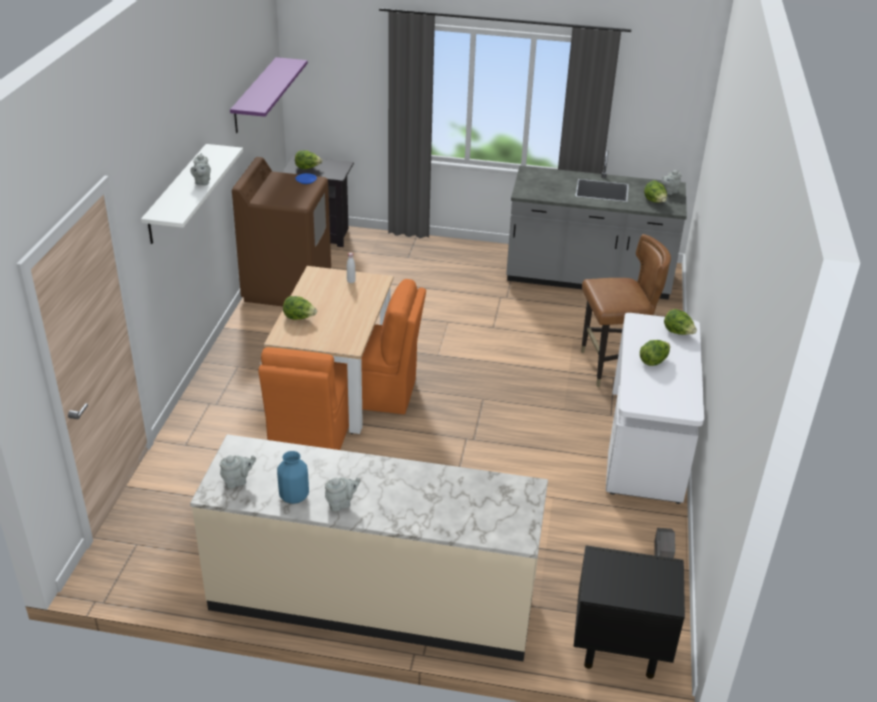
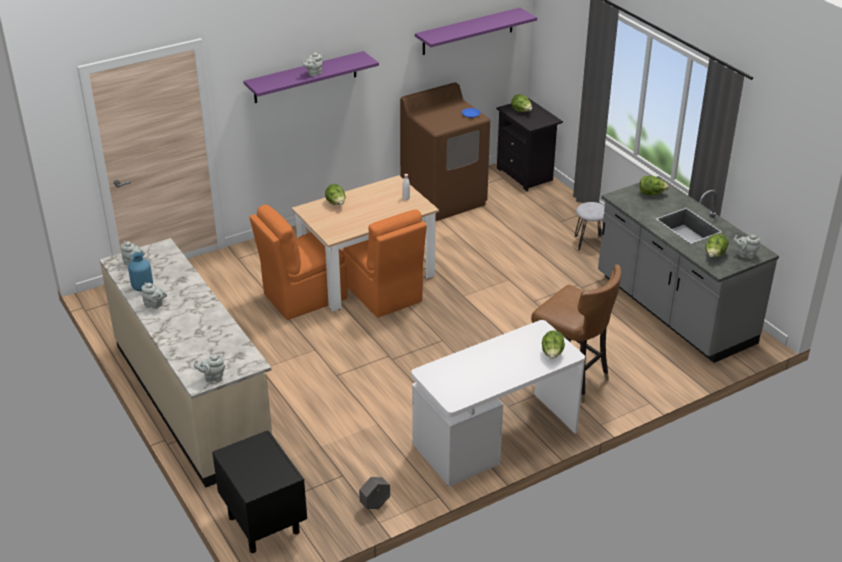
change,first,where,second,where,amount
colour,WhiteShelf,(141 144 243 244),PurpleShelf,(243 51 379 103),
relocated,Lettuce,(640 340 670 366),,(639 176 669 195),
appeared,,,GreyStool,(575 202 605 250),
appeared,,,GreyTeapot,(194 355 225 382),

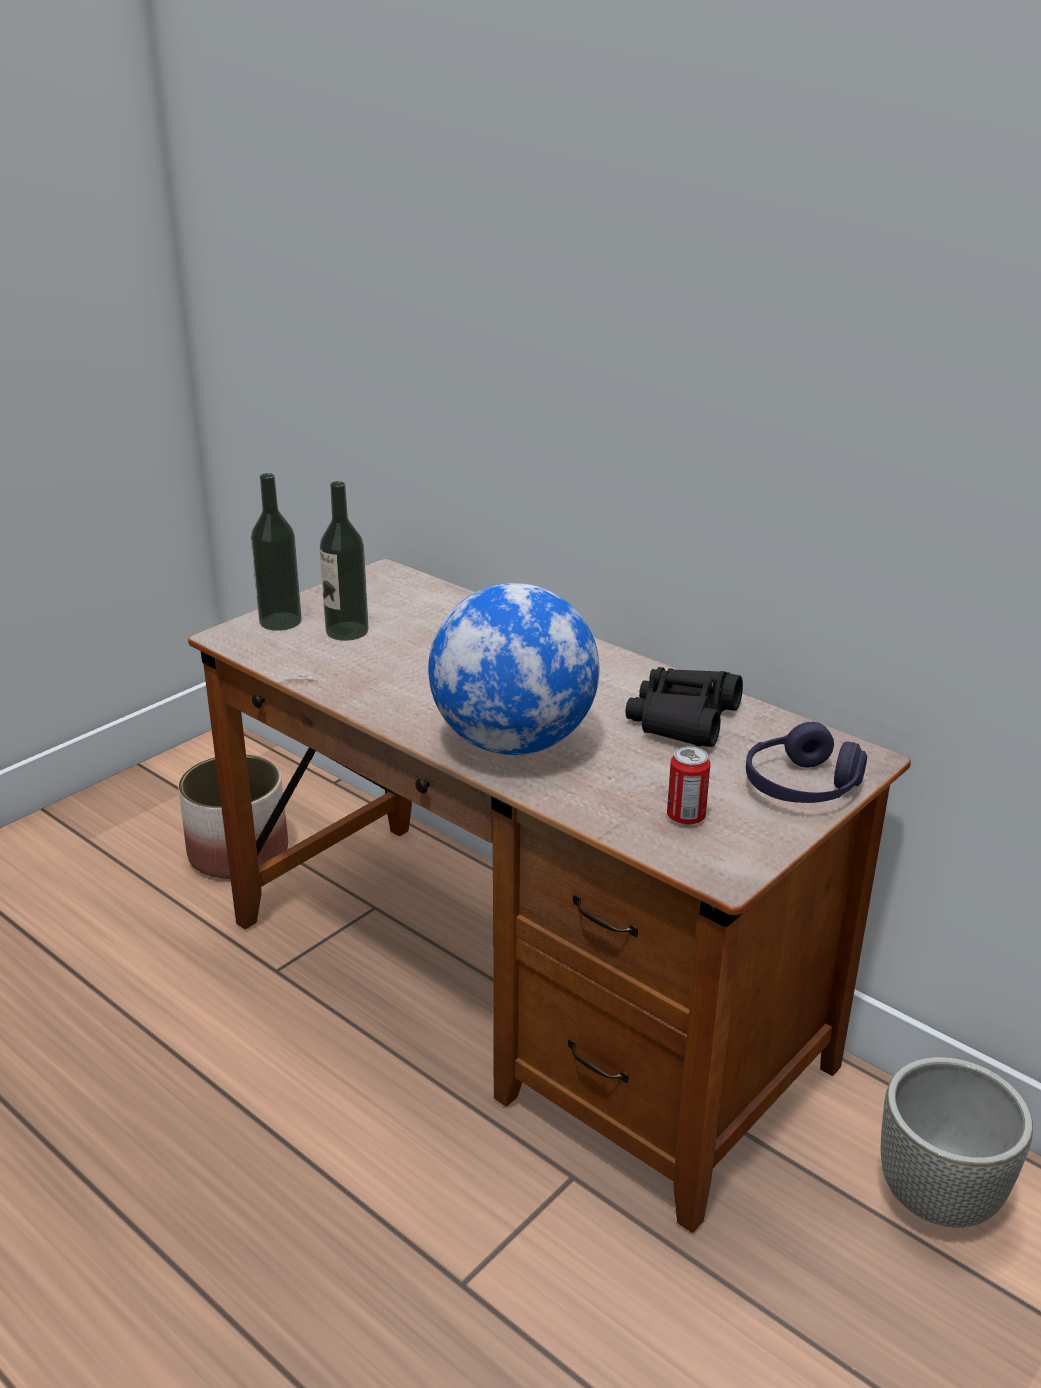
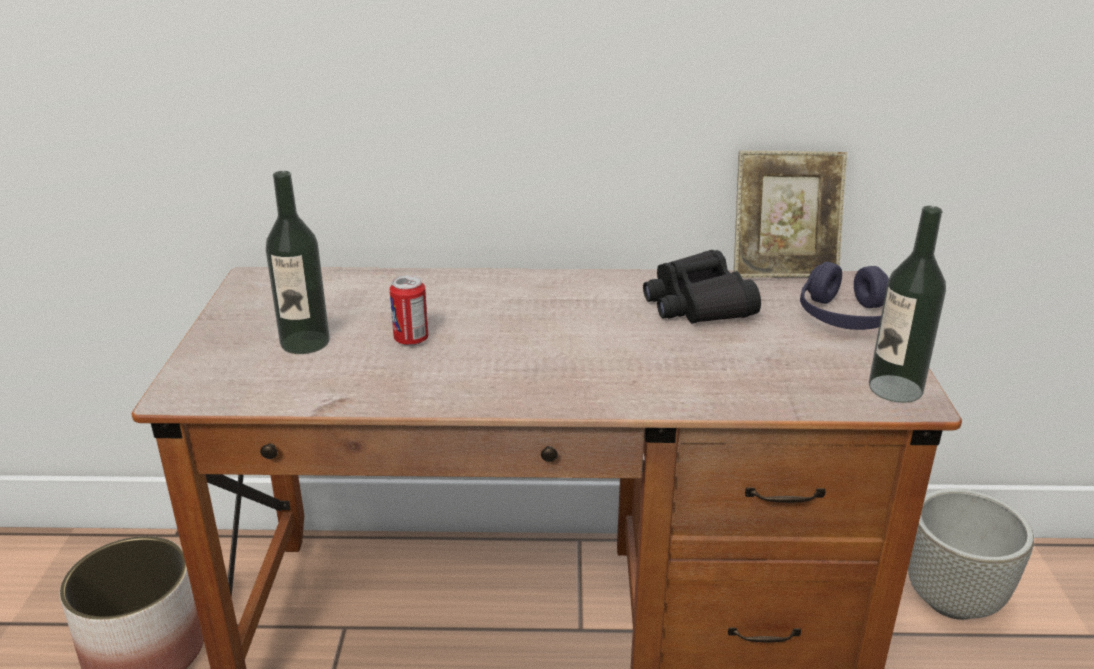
change,first,where,second,where,amount
relocated,Bottle,(251 473 302 631),,(869 206 946 403),
missing,Globe,(428 583 599 755),,,
relocated,Can,(667 746 711 825),,(390 275 428 346),
appeared,,,PictureFrame,(734 151 847 278),

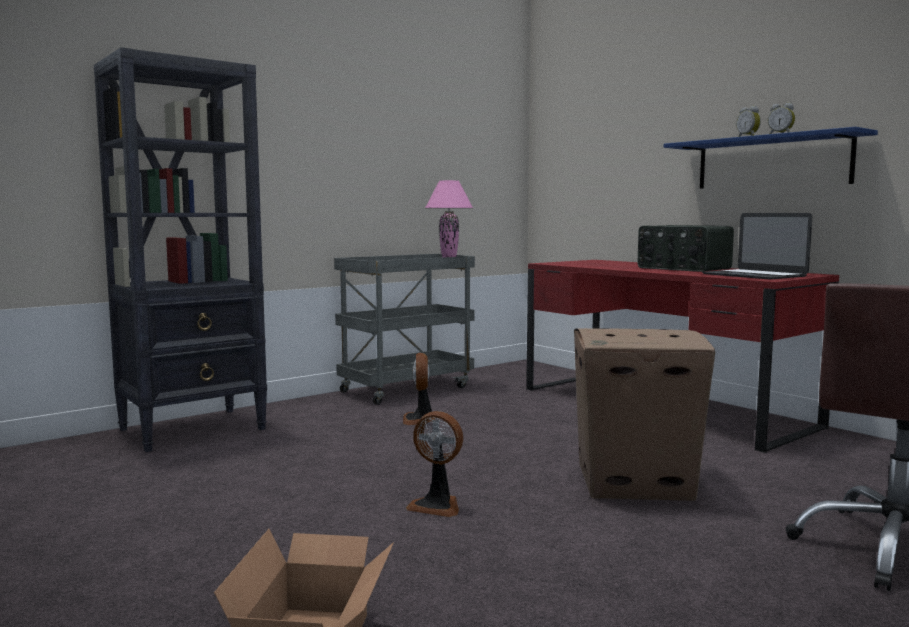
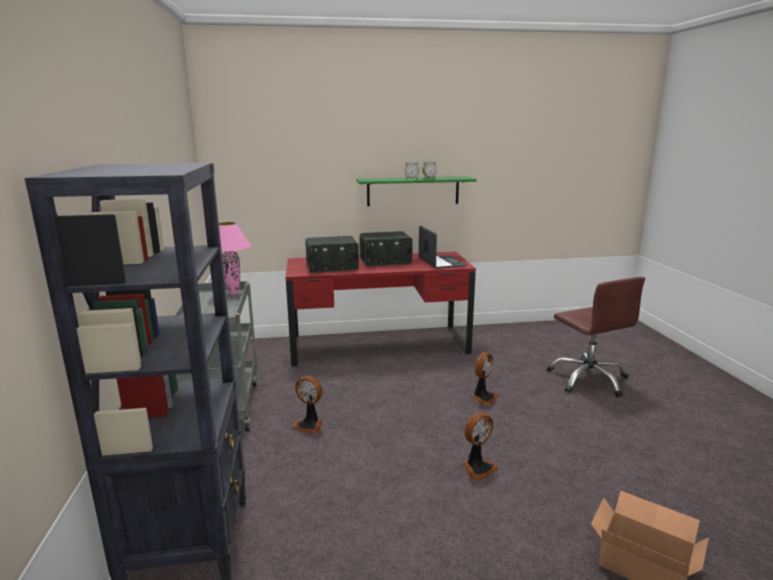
change,first,where,second,where,amount
colour,BlueShelf,(663 127 878 189),GreenShelf,(357 176 477 206),
spun,Laptop,(702 213 812 280),,(419 226 467 269),105 degrees counterclockwise
exchanged,CardboardBox,(574 328 715 501),Fan,(471 352 499 406),
appeared,,,Radio,(305 236 359 273),

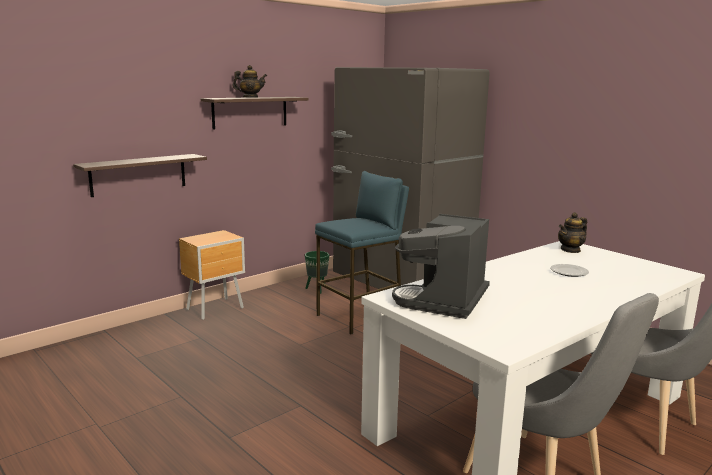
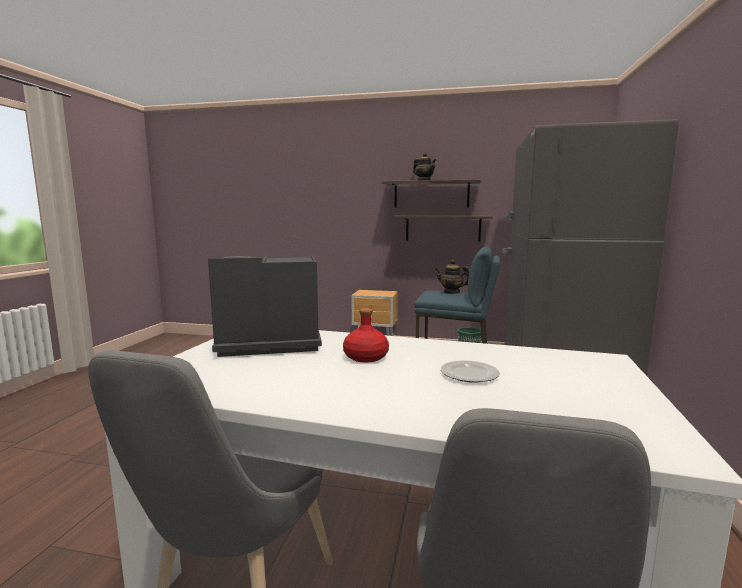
change,first,where,second,where,amount
relocated,Shelf,(73 154 207 197),,(394 216 493 242),
relocated,Teapot,(558 212 587 253),,(436 260 469 294),
appeared,,,RedBottle,(343 308 389 363),

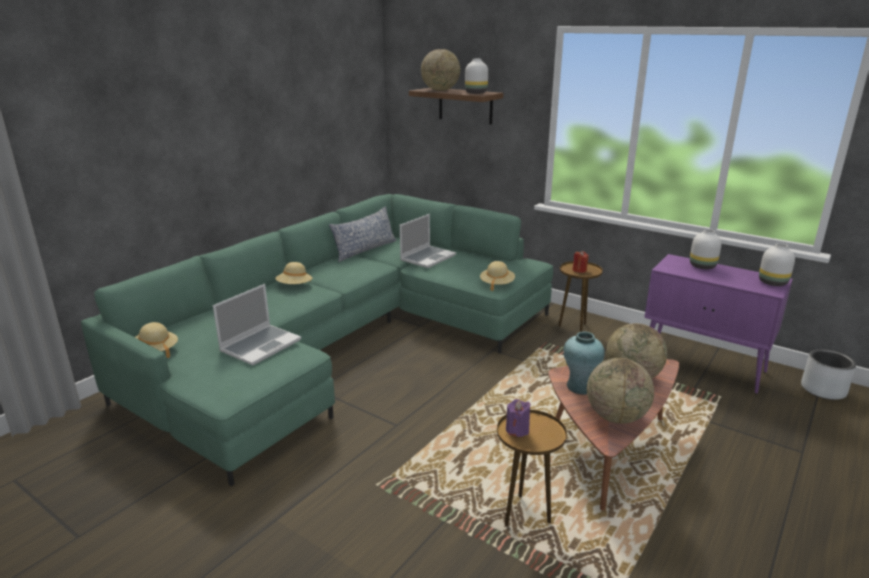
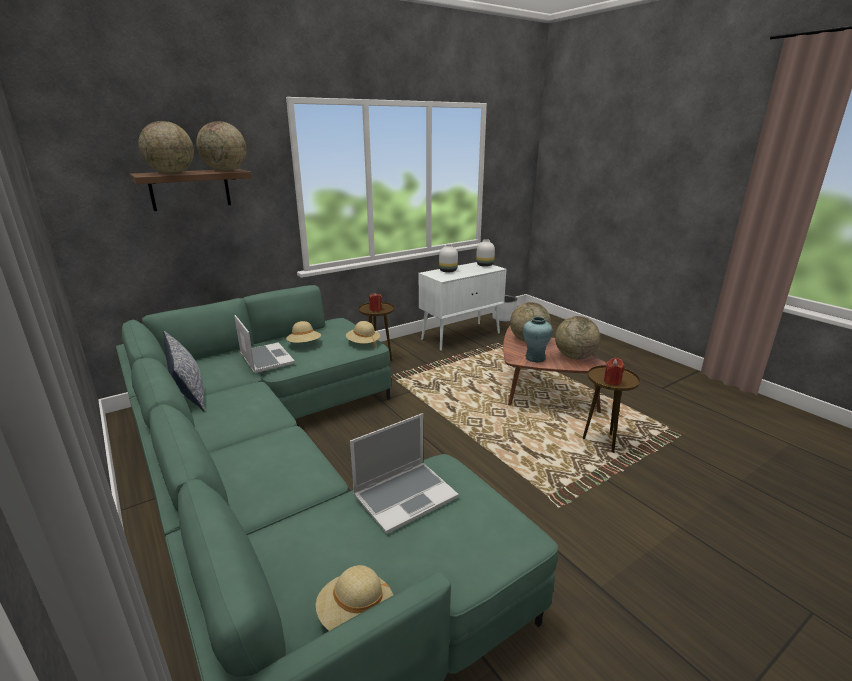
change,first,where,second,where,amount
exchanged,WhiteVase,(465 59 488 94),Globe,(196 121 247 171),
colour,PurpleCabinet,(644 254 793 394),WhiteCabinet,(419 262 507 351),
relocated,BeigeHat,(275 262 312 284),,(286 321 321 343),
spun,Laptop,(213 284 301 365),,(350 413 459 534),90 degrees clockwise
colour,PurpleCandle,(506 399 530 437),RedCandle,(604 358 625 385),

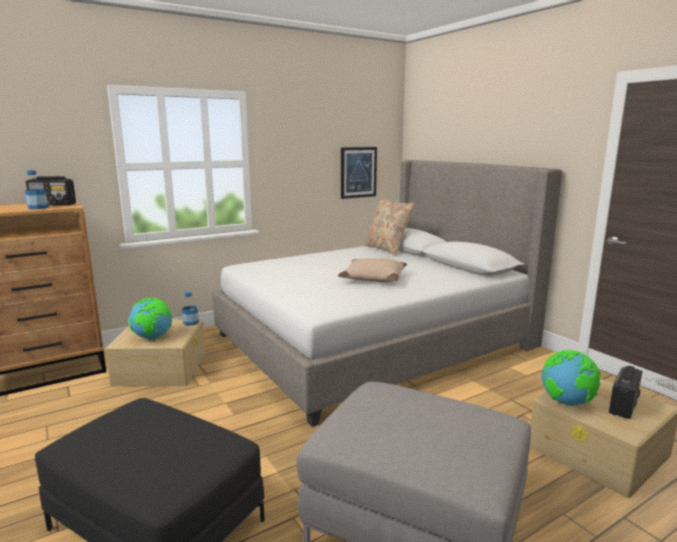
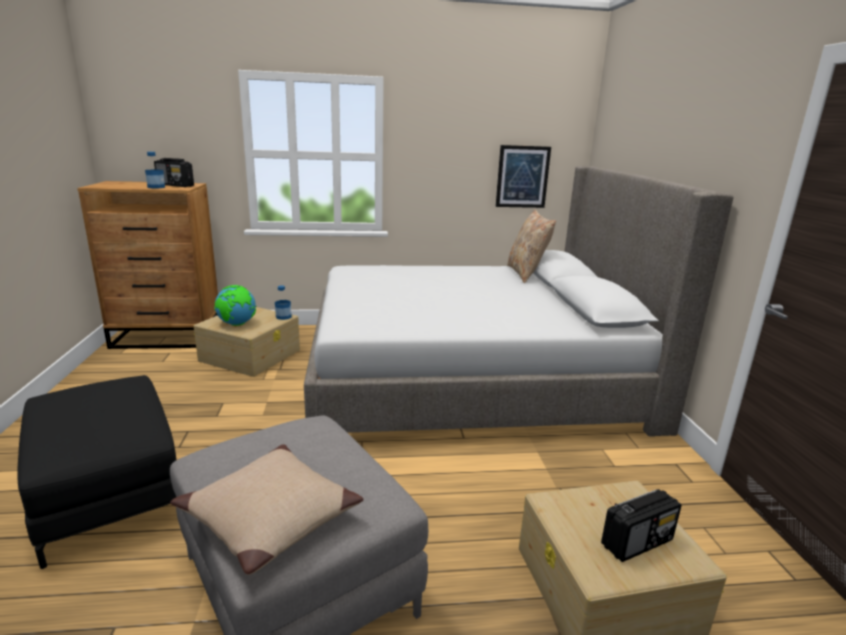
change,first,where,second,where,amount
relocated,BeigePillow,(338 258 407 282),,(170 444 363 575),
missing,Globe,(542 350 600 406),,,

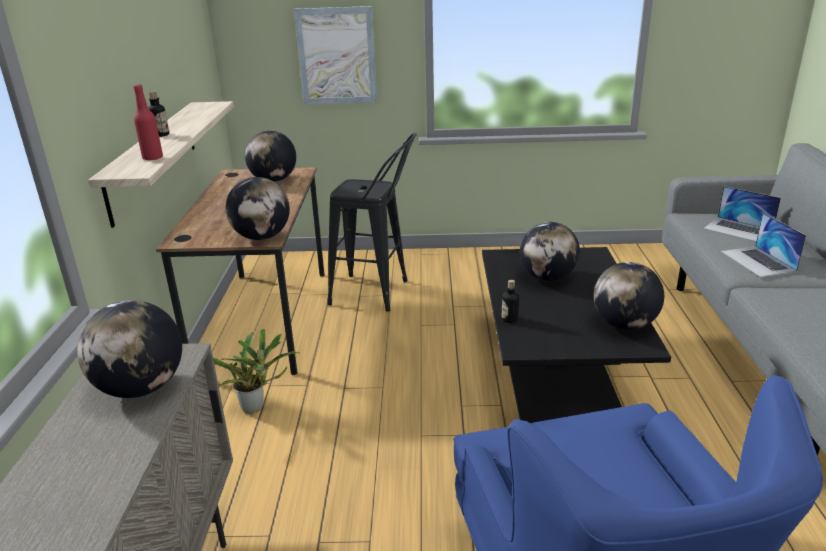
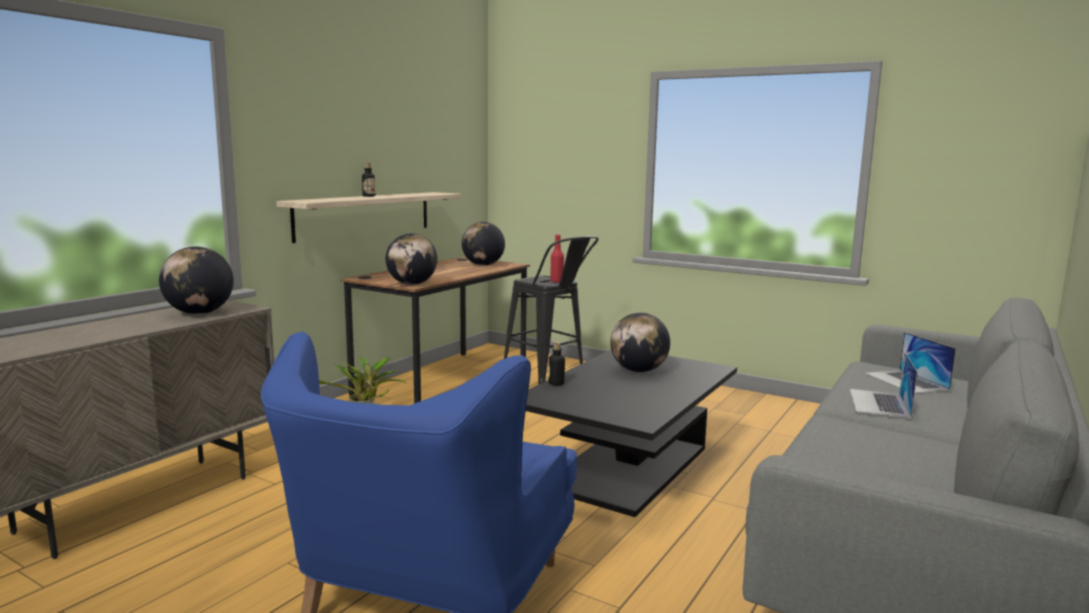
change,first,where,second,where,amount
missing,Picture,(294 6 377 104),,,
relocated,RedBottle,(133 84 163 161),,(550 234 564 283),
missing,Globe,(594 262 664 330),,,

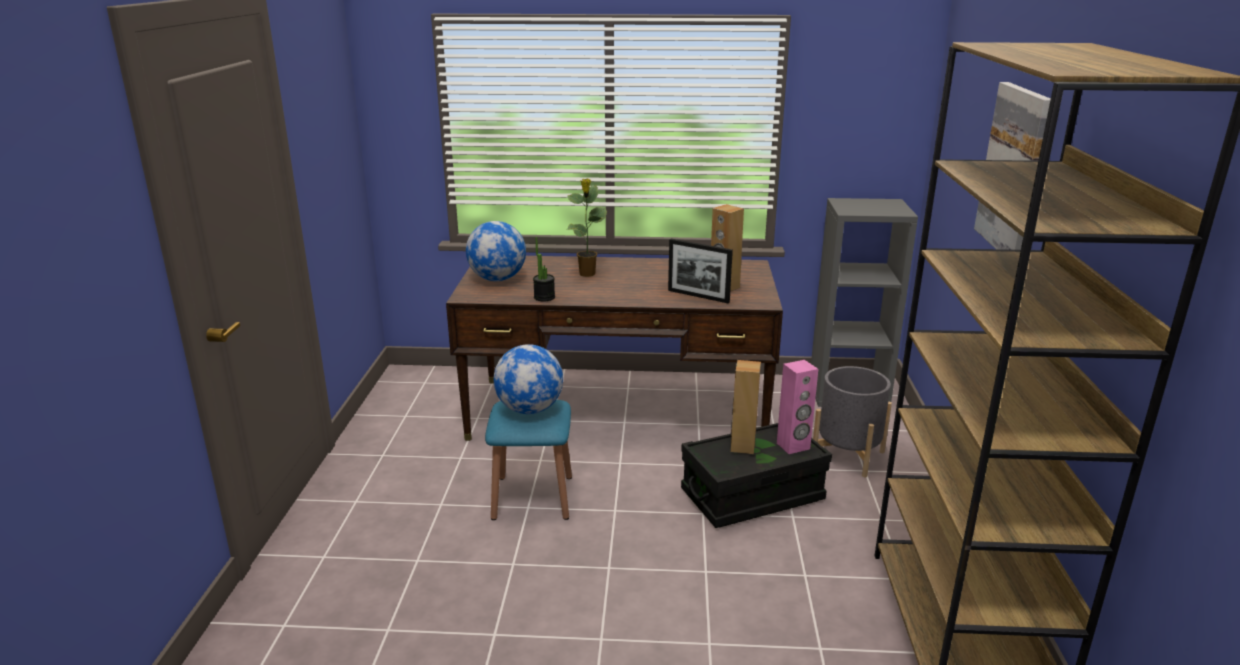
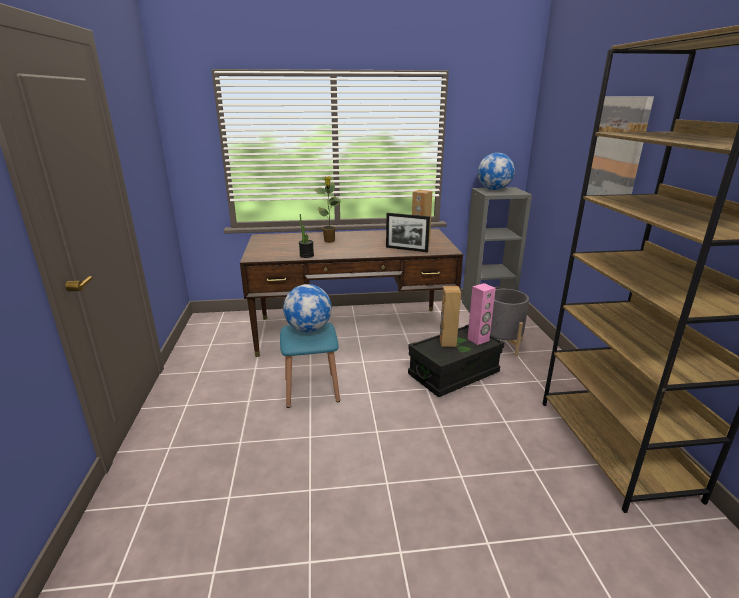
change,first,where,second,where,amount
relocated,Globe,(466 221 526 281),,(478 153 515 190),

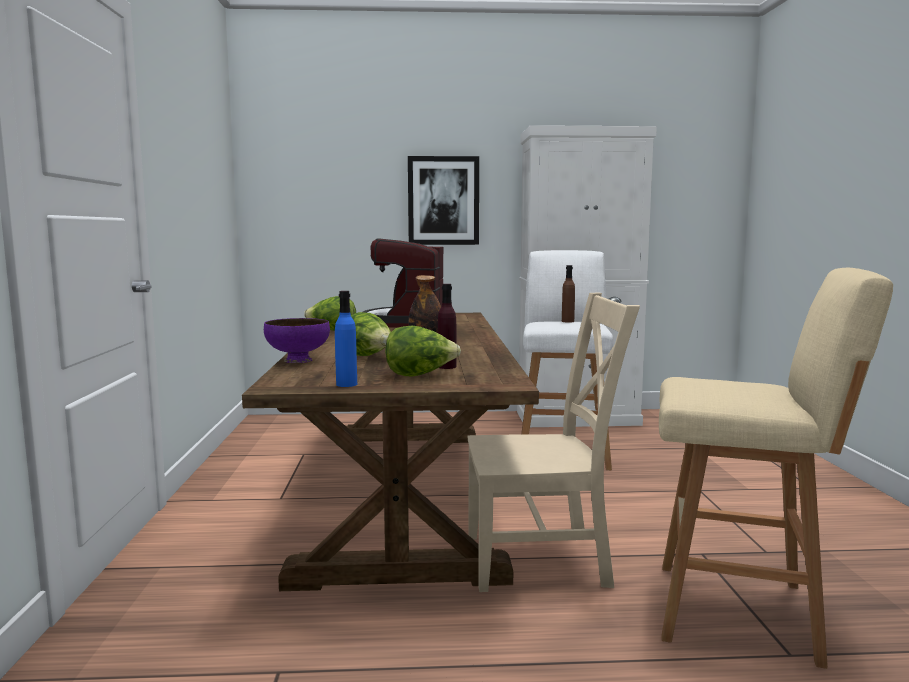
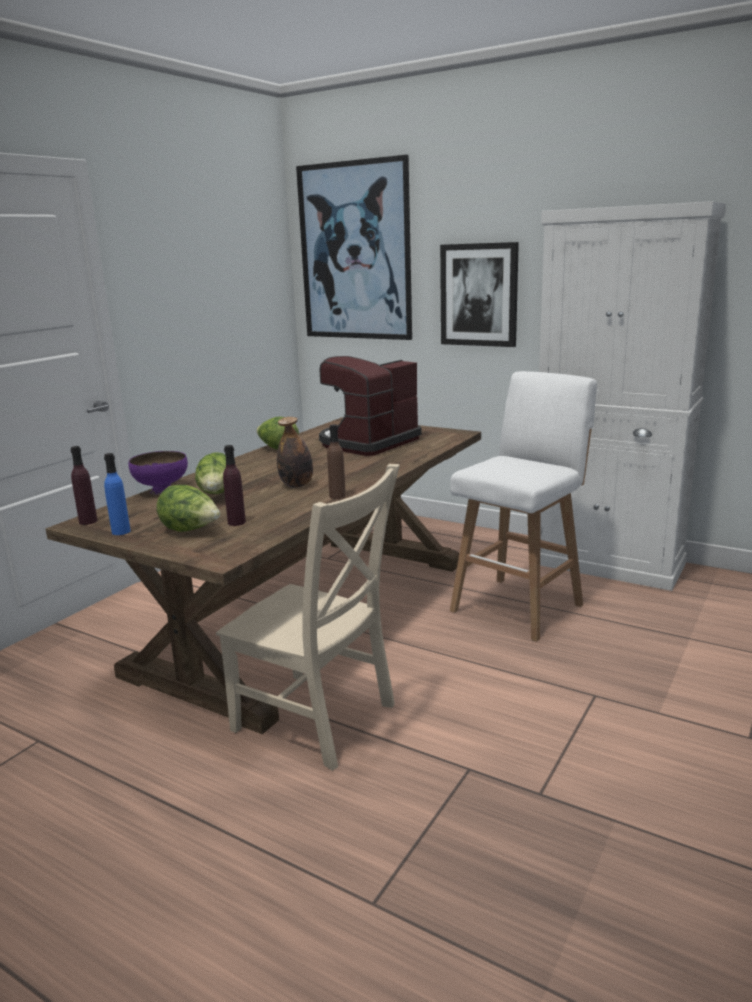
change,first,where,second,where,amount
relocated,BrownBottle,(562 265 575 322),,(327 424 346 499),
missing,BeigeStool,(659 268 893 669),,,
appeared,,,Picture,(296 155 412 340),
appeared,,,PurpleBottle,(71 446 97 525),

